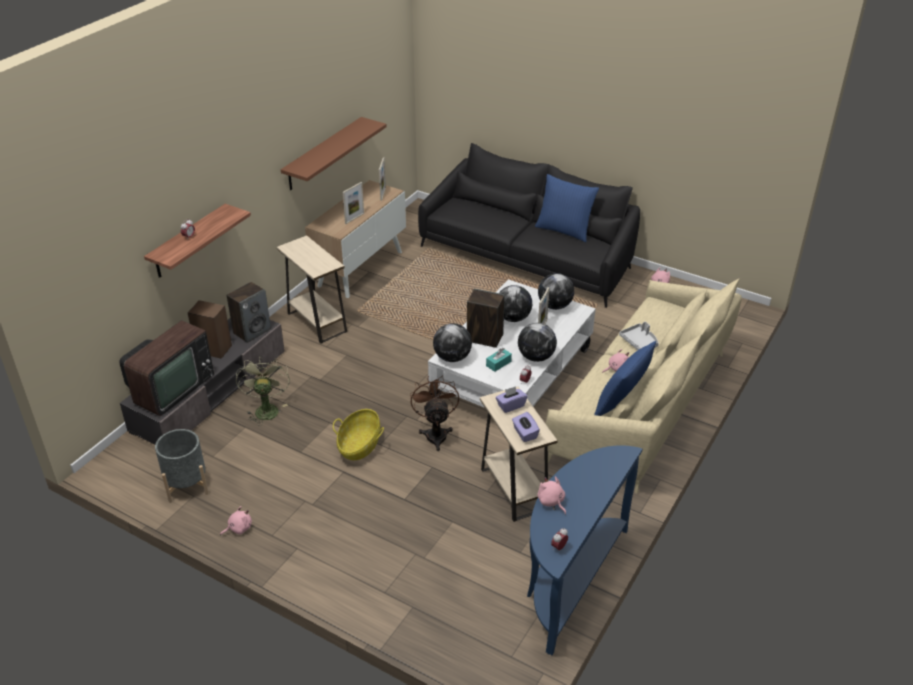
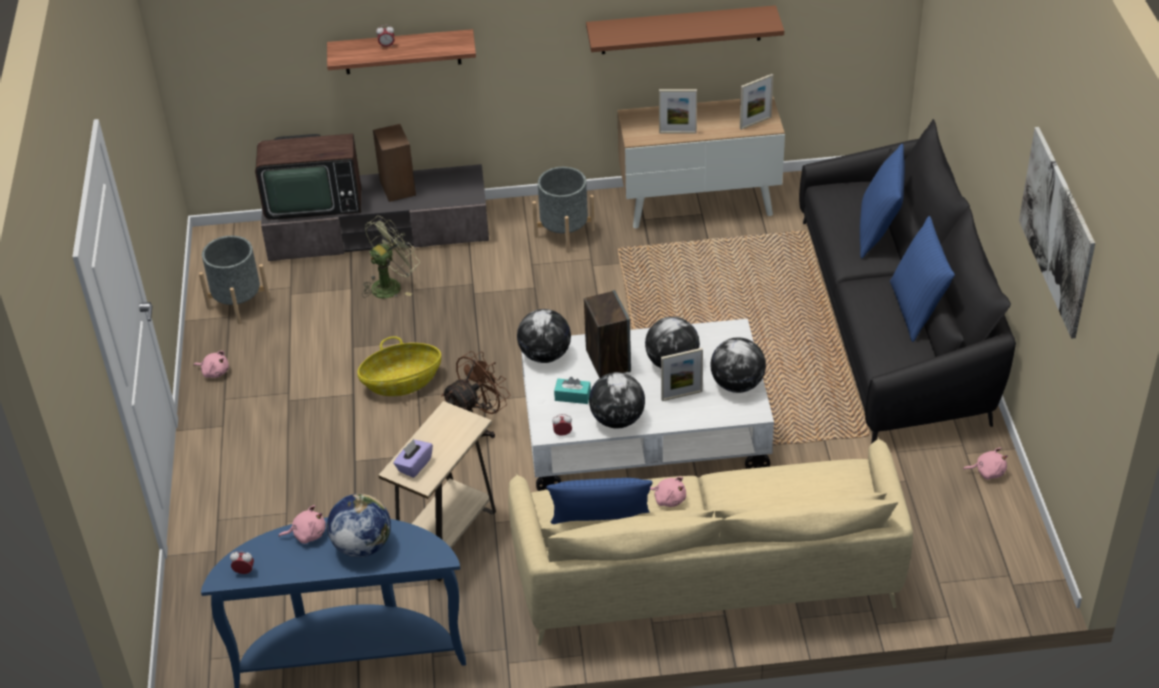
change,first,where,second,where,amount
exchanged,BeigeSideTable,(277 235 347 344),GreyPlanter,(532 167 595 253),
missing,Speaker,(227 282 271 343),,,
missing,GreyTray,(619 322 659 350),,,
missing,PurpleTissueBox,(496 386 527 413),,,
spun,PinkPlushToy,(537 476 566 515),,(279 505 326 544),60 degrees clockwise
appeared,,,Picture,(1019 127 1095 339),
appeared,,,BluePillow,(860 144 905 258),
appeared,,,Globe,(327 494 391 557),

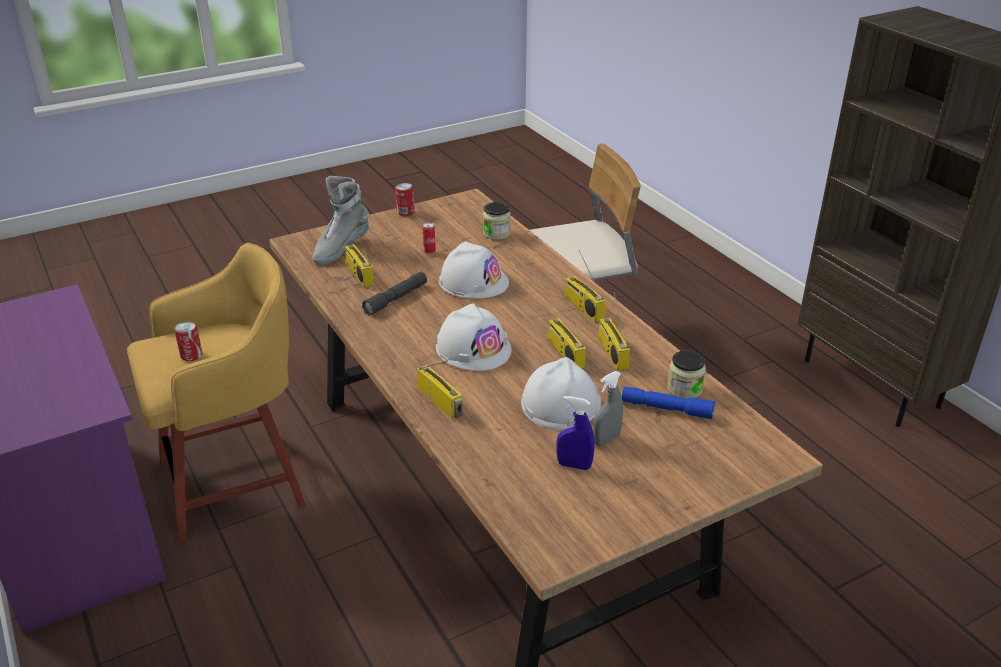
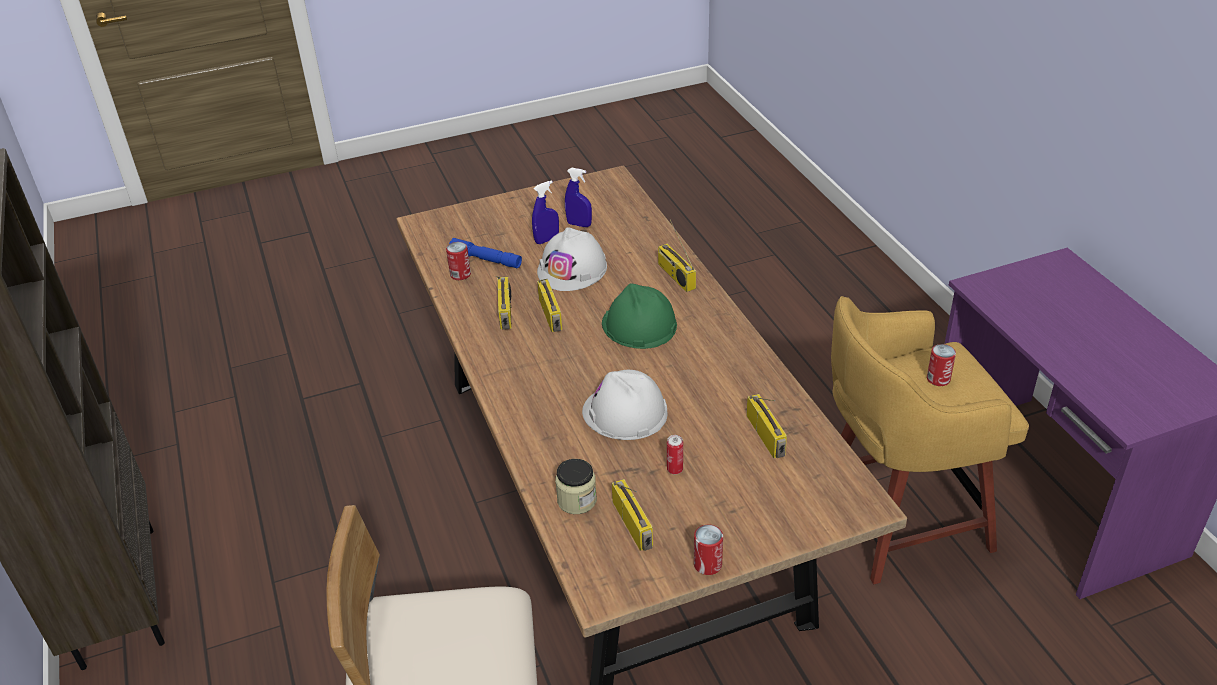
change,first,where,second,where,amount
missing,GreyBoot,(312 176 369 265),,,
relocated,Radio,(565 251 606 322),,(612 479 653 551),
missing,GreyFlashlight,(362 272 427 316),,,
colour,WhiteHardHat,(436 303 511 371),GreenHardHat,(602 283 677 349),
exchanged,Jar,(667 350 706 399),Can,(446 242 471 280),
colour,GreySprayBottle,(593 371 623 446),BlueSprayBottle,(532 180 559 244),

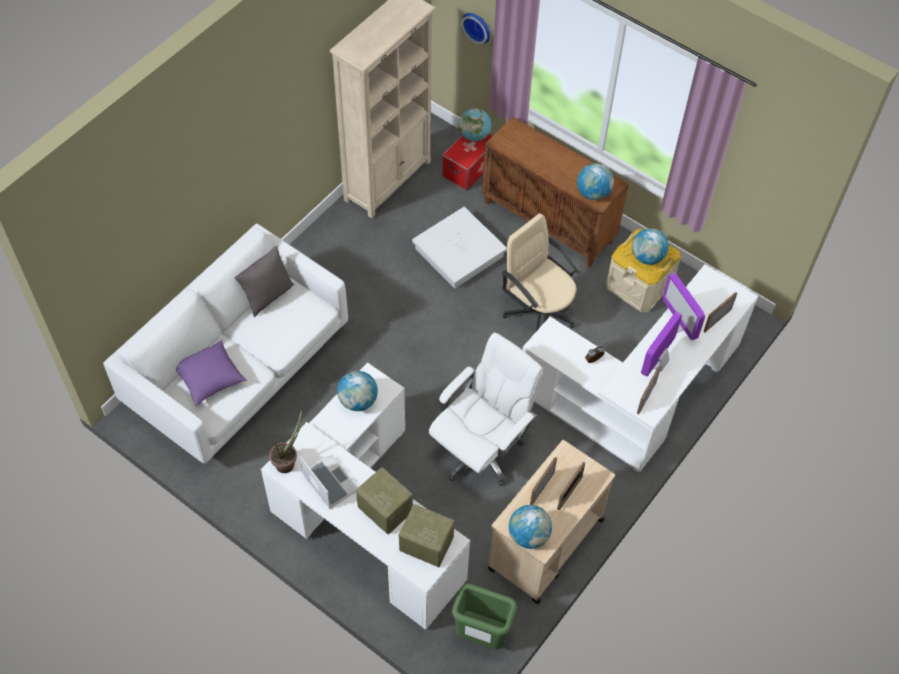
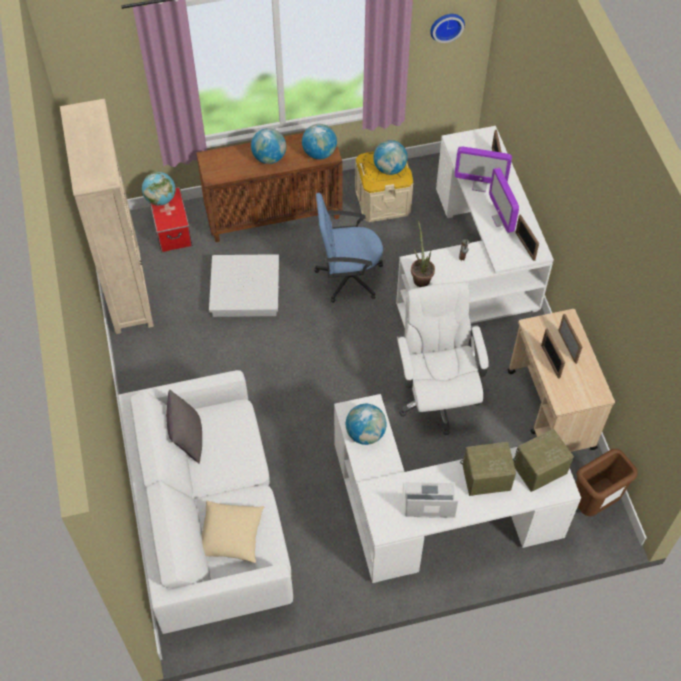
change,first,where,second,where,amount
relocated,WallClock,(461 13 490 44),,(430 14 465 43),
colour,BeigeOfficeChair,(502 213 581 333),BlueOfficeChair,(314 193 383 303),
colour,PurplePillow,(176 340 247 406),BeigePillow,(202 500 265 563),
relocated,PottedPlant,(270 410 302 473),,(411 220 435 287),
relocated,Globe,(509 505 552 549),,(251 128 286 164),
colour,GreenTrashCan,(452 583 517 649),BrownTrashCan,(576 449 638 516),

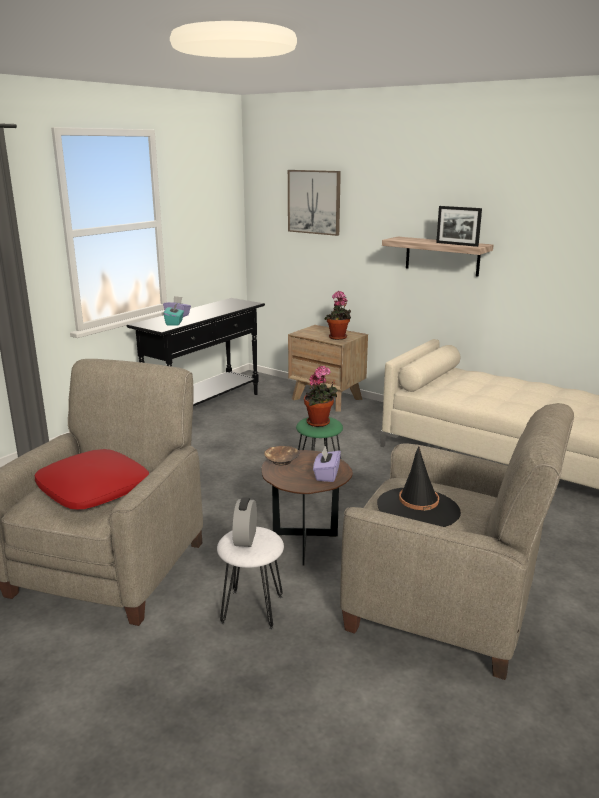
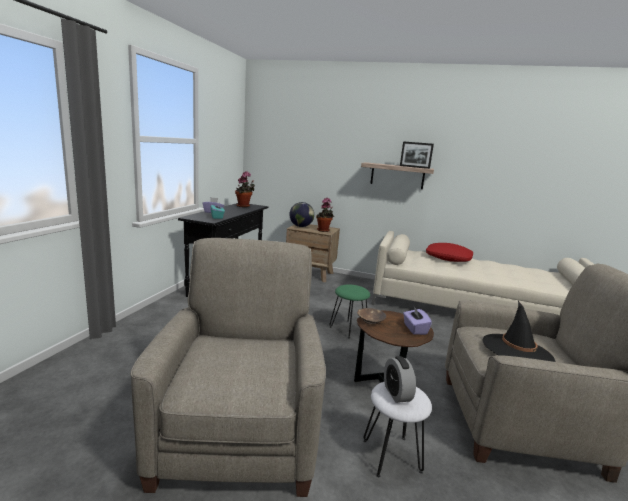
change,first,where,second,where,amount
missing,Picture,(288 170 341 236),,,
relocated,PottedPlant,(304 366 338 427),,(235 171 255 207),
relocated,RedPillow,(35 449 149 510),,(426 243 473 262),
appeared,,,Globe,(290 202 314 227),

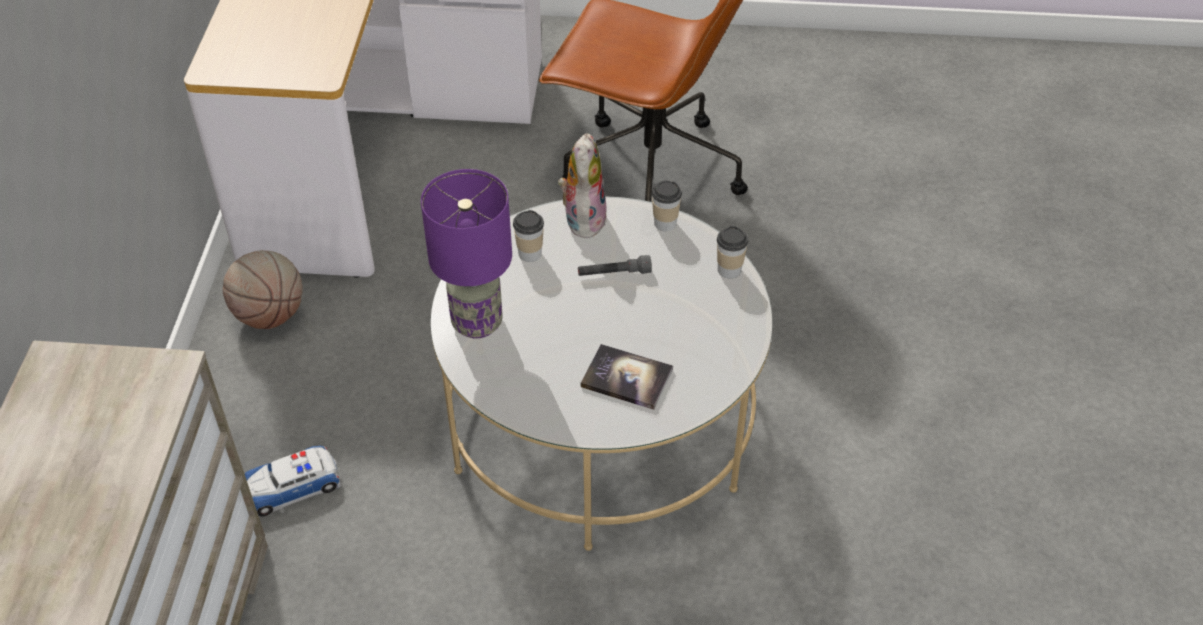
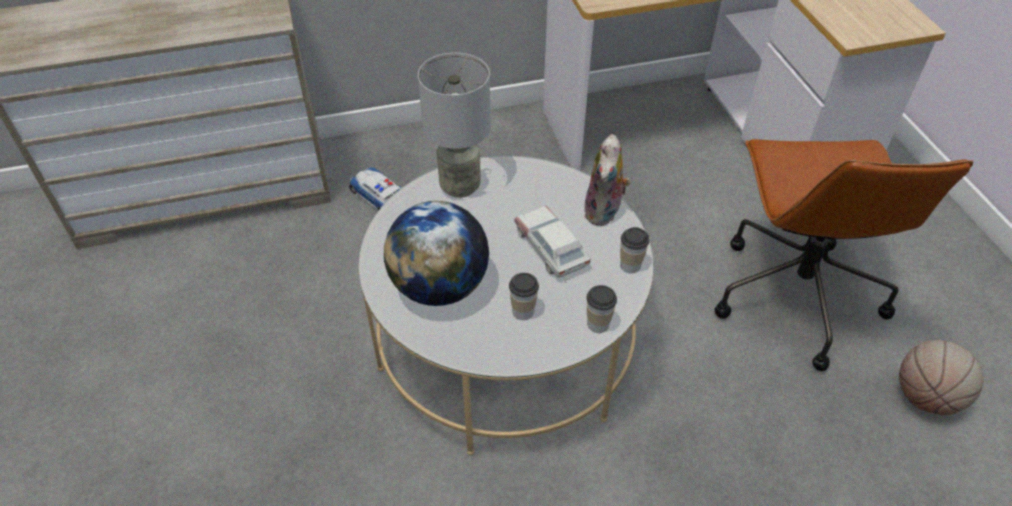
change,first,where,second,where,amount
spun,PlushToy,(558 133 607 238),,(584 134 631 226),120 degrees clockwise
colour,PurpleTableLamp,(421 169 512 339),GreyTableLamp,(418 53 491 198),
relocated,Cup,(513 210 544 262),,(509 273 539 320),
relocated,Basketball,(223 250 303 329),,(899 340 983 415),
exchanged,GreyFlashlight,(578 255 652 276),ToyCar,(514 206 591 280),
exchanged,Book,(581 344 673 410),Globe,(384 201 489 306),

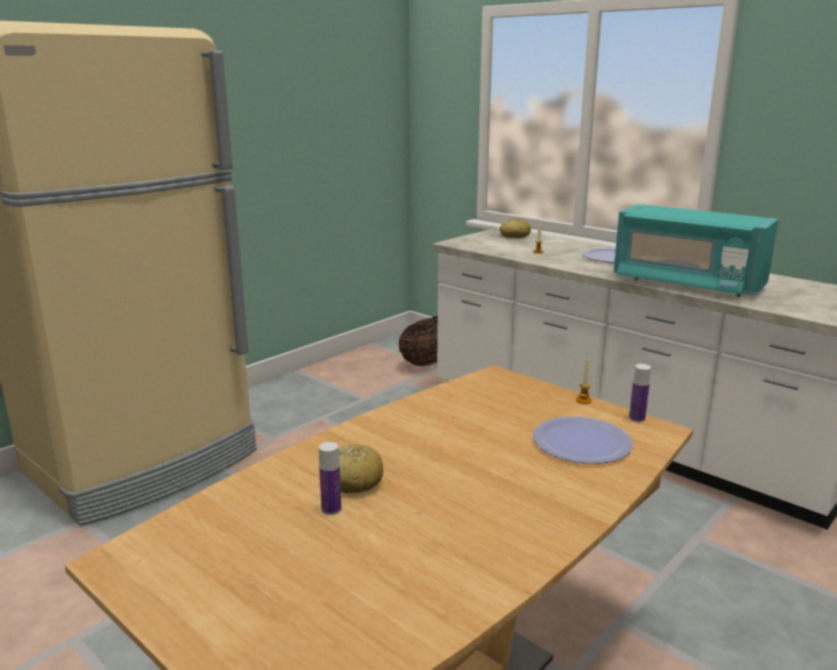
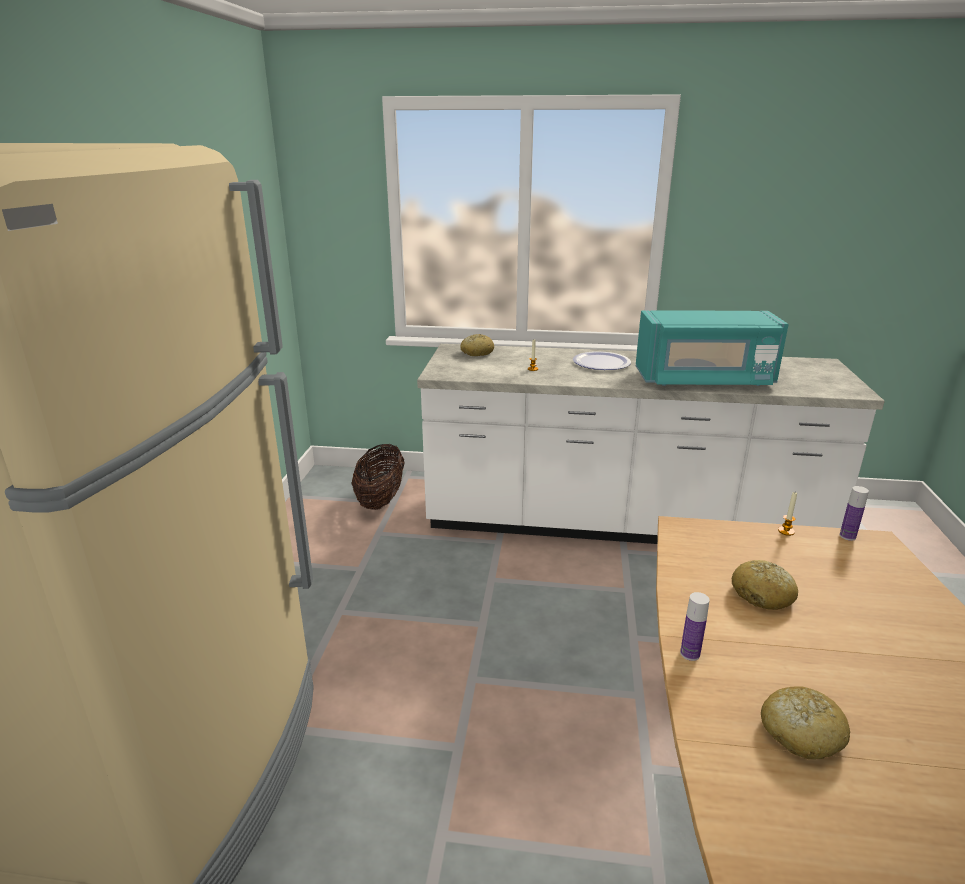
change,first,where,second,where,amount
missing,Plate,(533 416 633 464),,,
relocated,Bottle,(319 442 341 515),,(680 592 710 661),
appeared,,,Bread,(732 560 798 610),

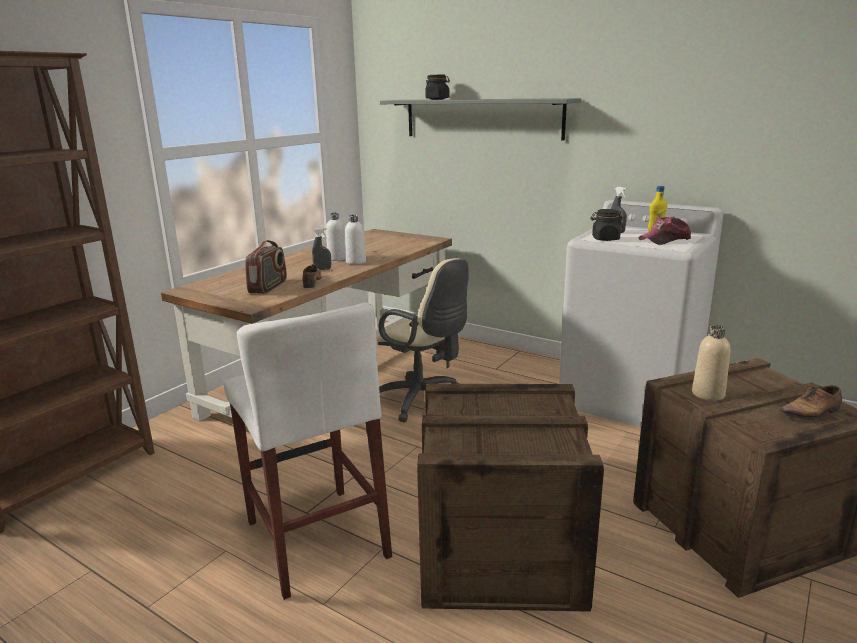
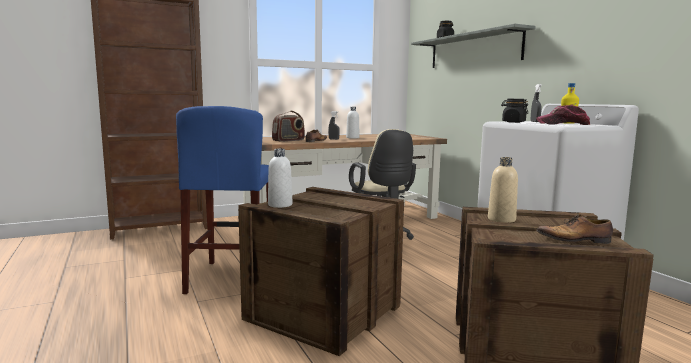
change,first,where,second,where,amount
relocated,WhiteBottle,(345 215 366 264),,(268 148 292 208),
colour,WhiteStool,(224 302 392 600),BlueStool,(176 106 269 294),

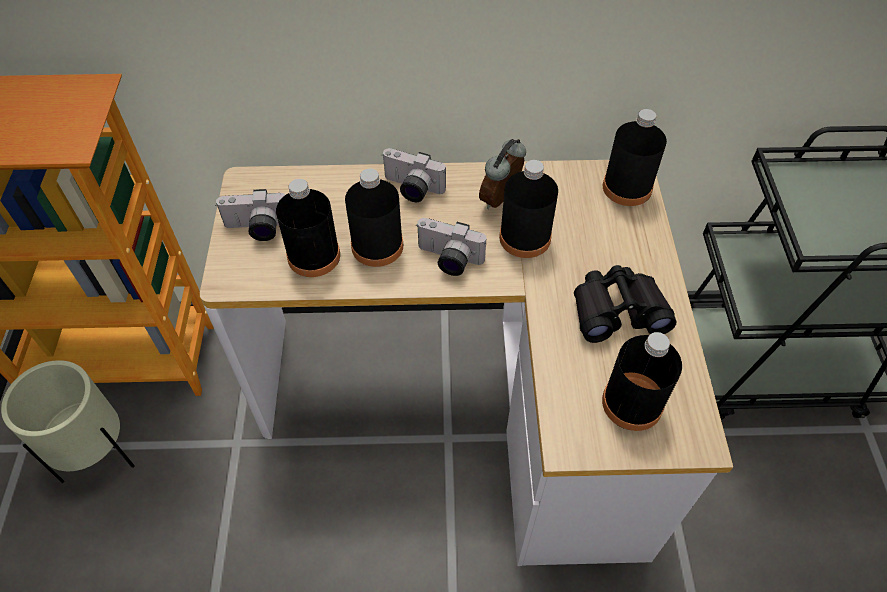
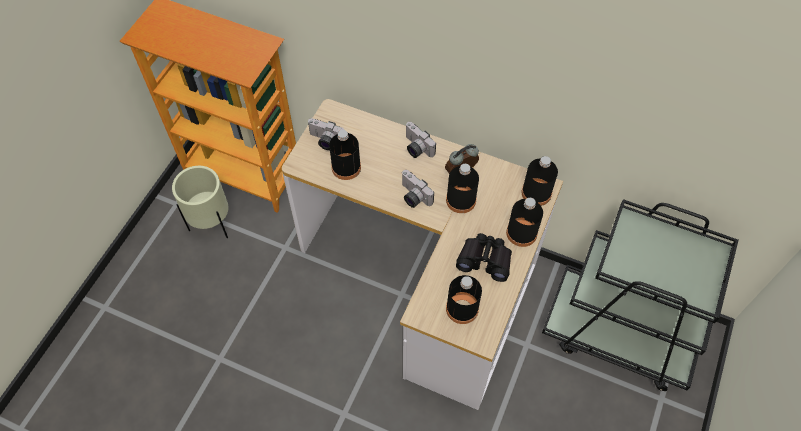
change,first,where,second,where,amount
relocated,BlackBottle,(345 169 403 267),,(506 198 543 247),

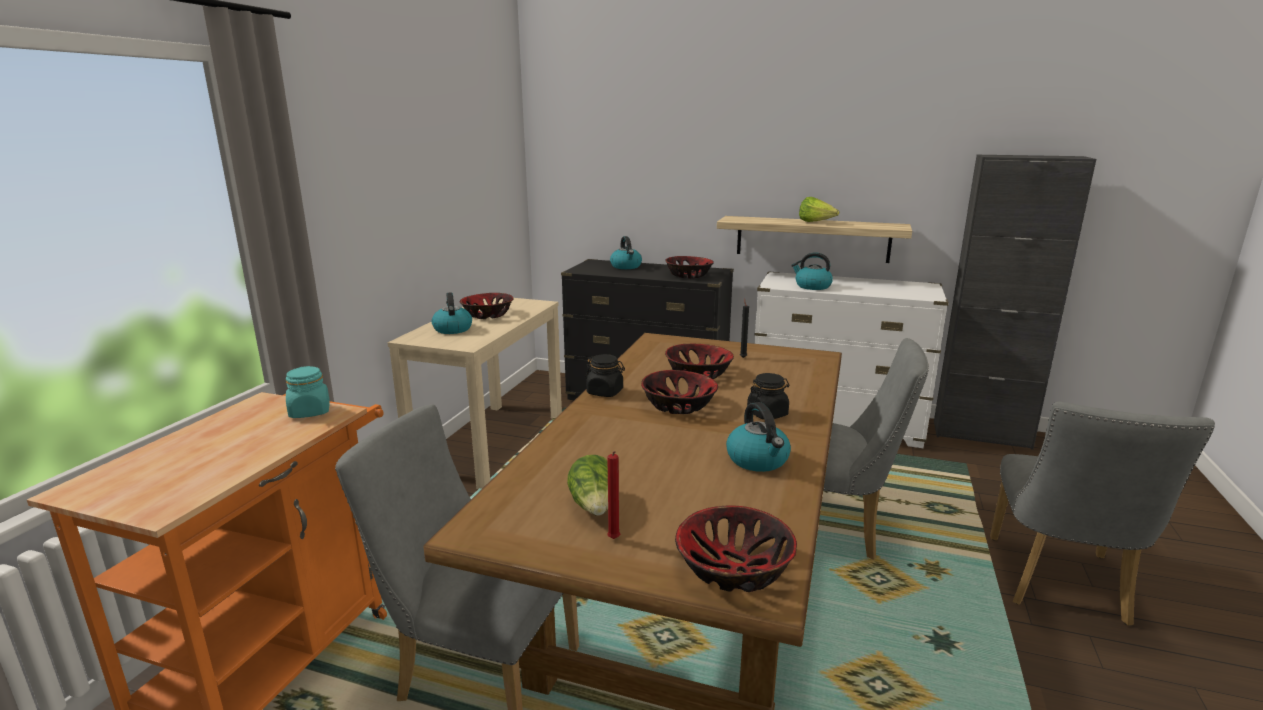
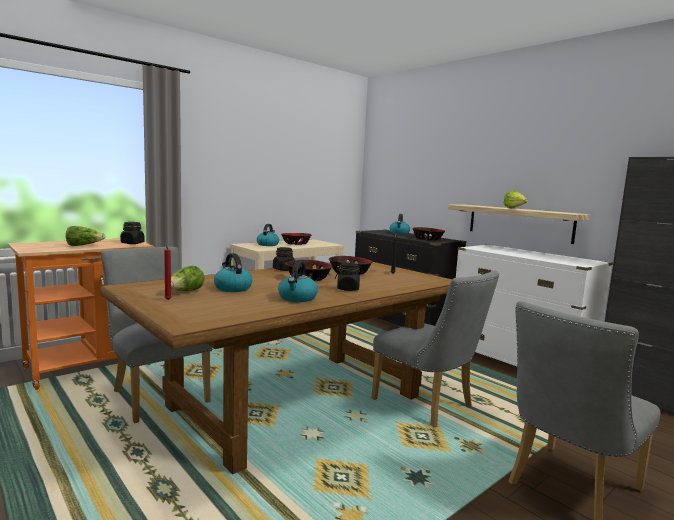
change,first,where,second,where,amount
relocated,Kettle,(791 253 833 290),,(214 253 252 292),
colour,TurquoiseJar,(285 366 330 418),BlackJar,(120 222 144 244),
missing,Bowl,(675 505 797 592),,,
appeared,,,Lettuce,(66 226 106 246),

